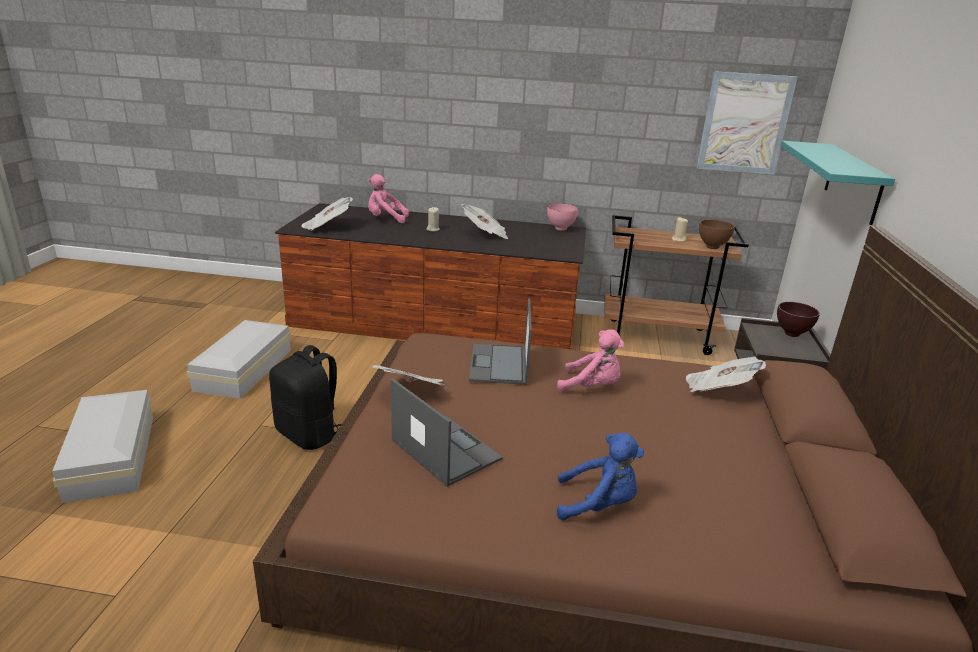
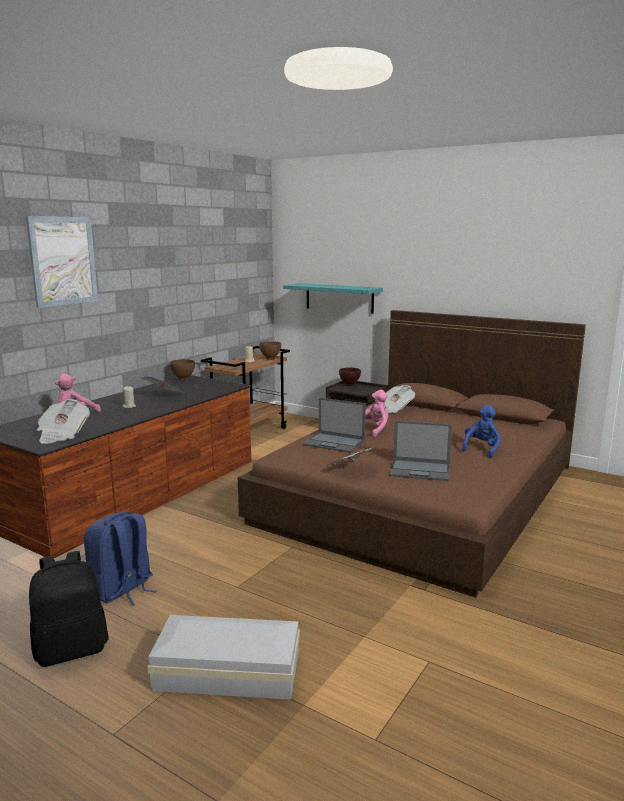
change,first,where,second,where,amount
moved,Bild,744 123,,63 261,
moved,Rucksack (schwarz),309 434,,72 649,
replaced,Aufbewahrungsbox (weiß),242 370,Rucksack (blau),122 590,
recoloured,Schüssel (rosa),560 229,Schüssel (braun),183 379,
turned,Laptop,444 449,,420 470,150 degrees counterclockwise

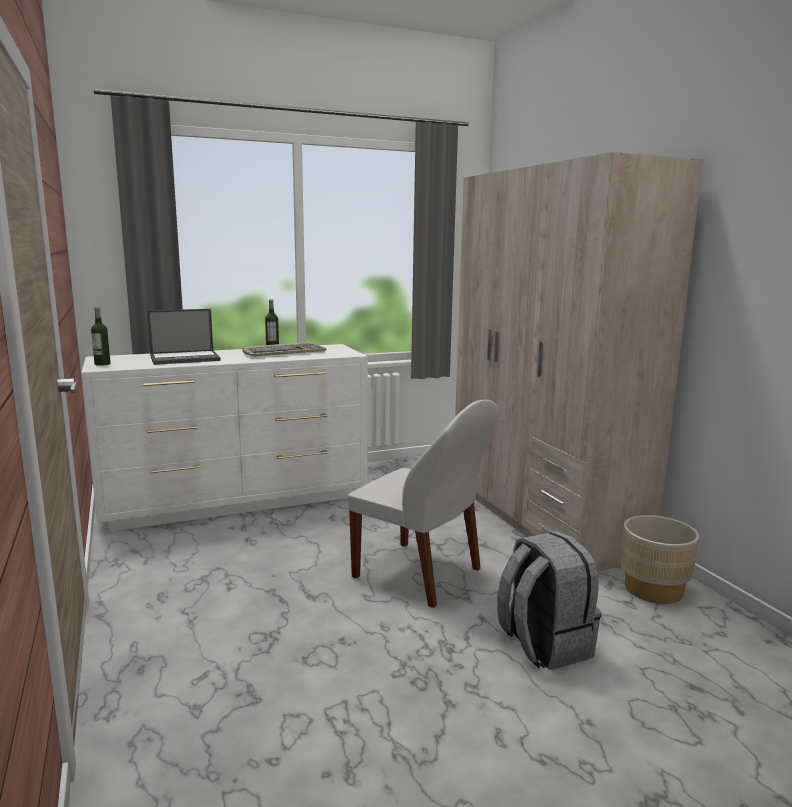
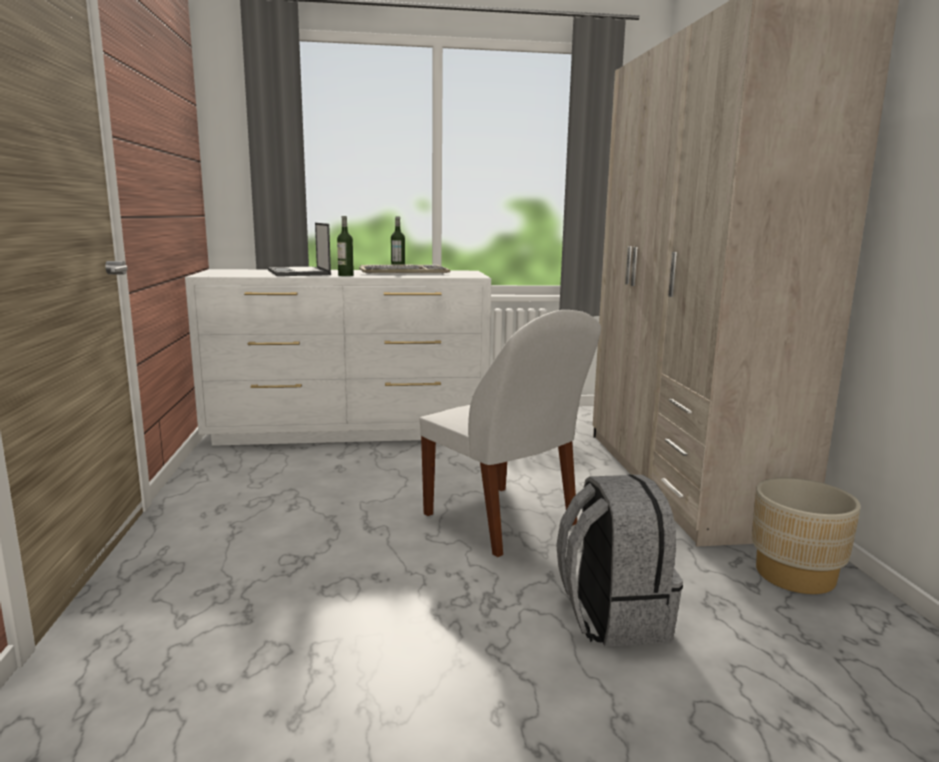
change,first,where,second,where,amount
turned,Laptop,185 358,,299 272,75 degrees clockwise
moved,Flasche,102 364,,345 275,

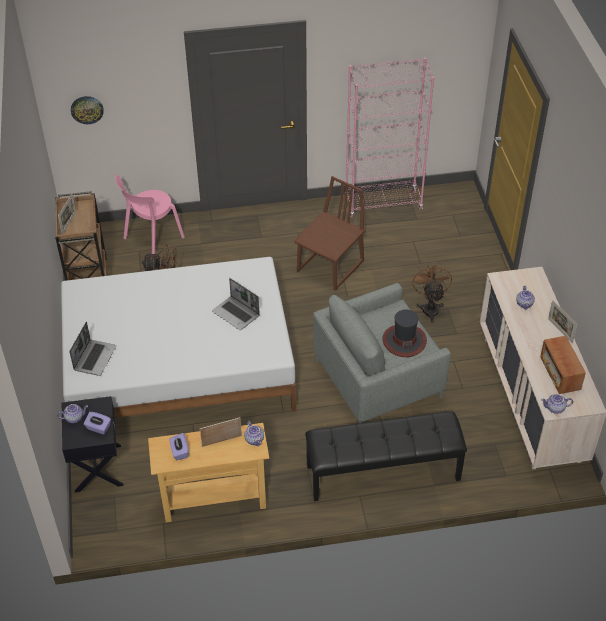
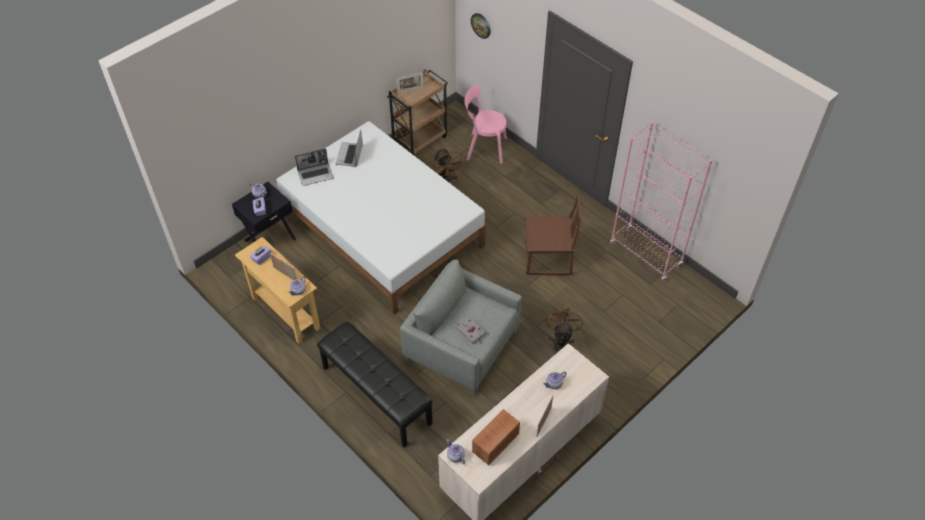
change,first,where,second,where,amount
moved,Laptop,236 314,,350 155,
replaced,Hut,404 340,Buch (grau),471 331,
turned,Ventilator (braun),430 307,,561 341,45 degrees counterclockwise

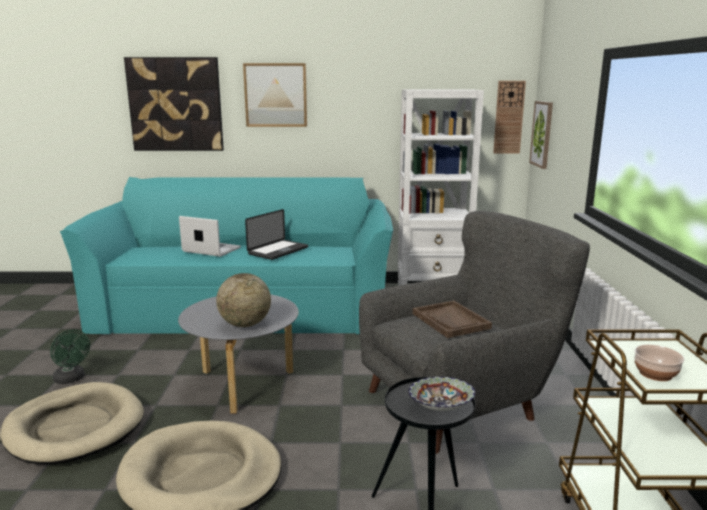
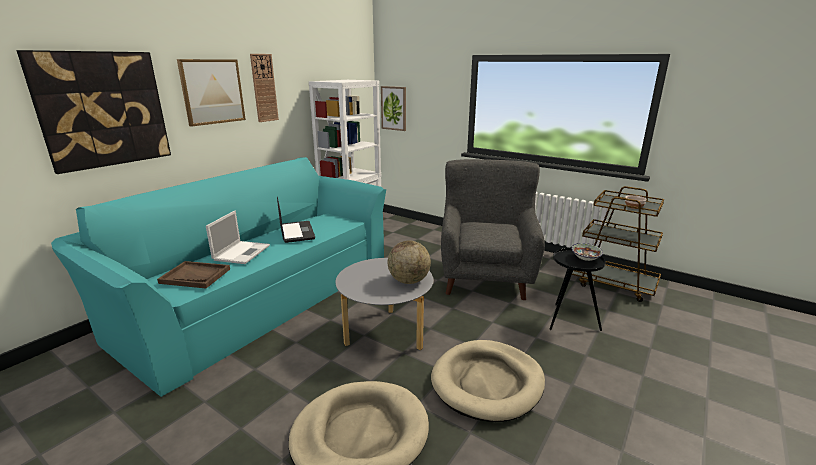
change,first,where,second,where,amount
moved,Tablett (braun),451 321,,195 276,
turned,Laptop,210 249,,242 252,135 degrees clockwise
moved,Wanduhr,509 117,,264 88,
removed,Ventilator (grün),72 379,,,

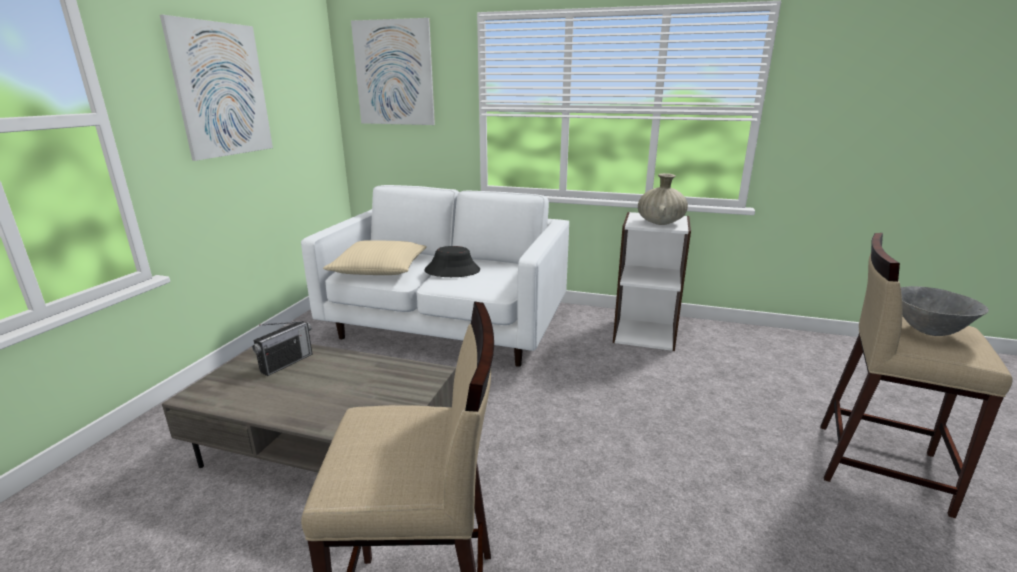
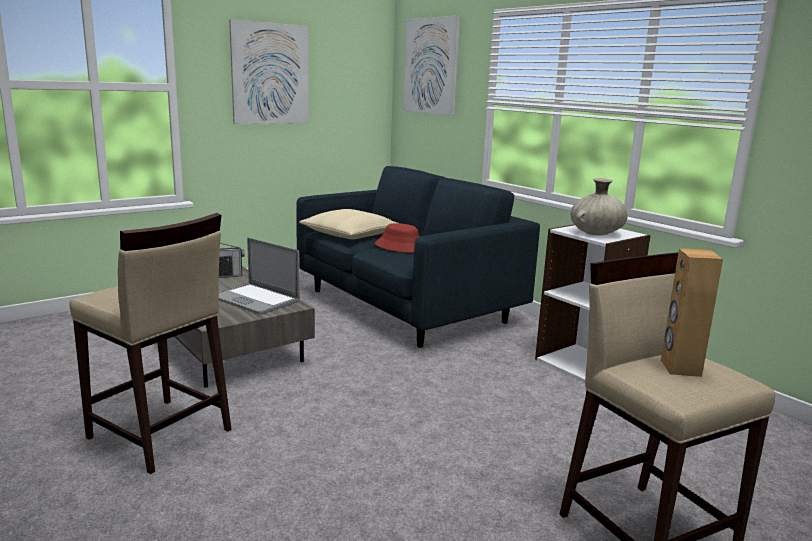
change,first,where,second,where,amount
added,,,Laptop,255 299,
recoloured,Sofa (weiß),447 326,Sofa (blau),405 306,
recoloured,Hut (schwarz),452 270,Hut (rot),400 247,
replaced,Schüssel (grau),928 331,Lautsprecher (braun),680 368,

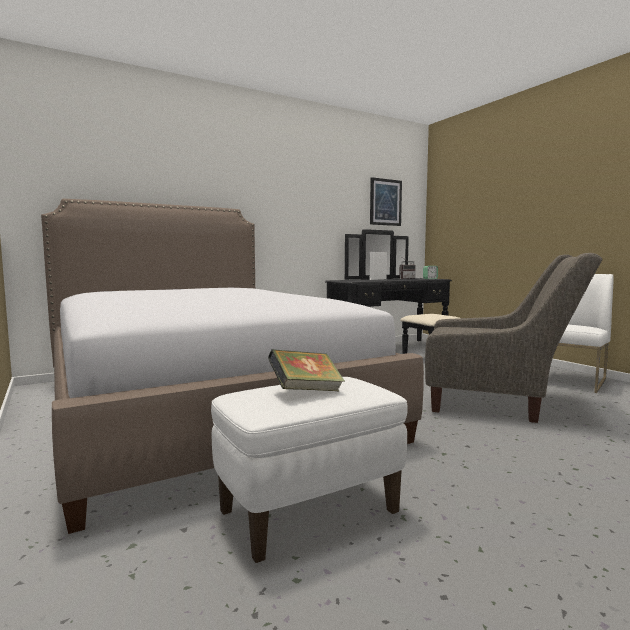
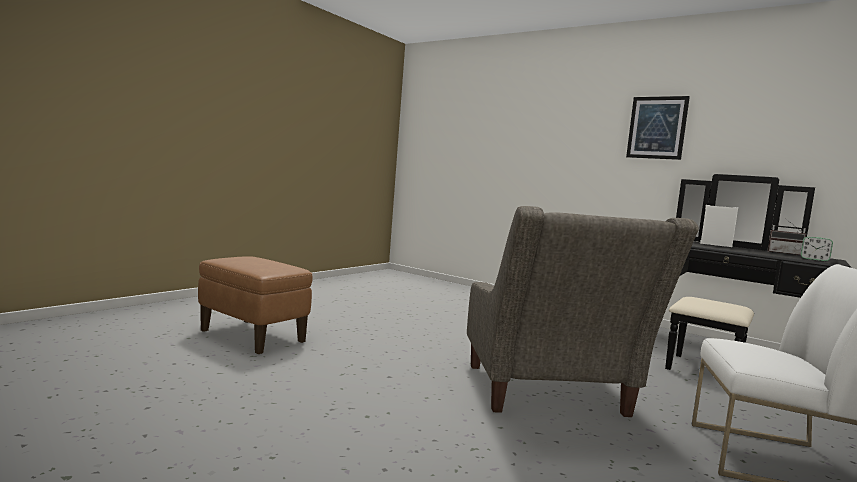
change,first,where,second,where,amount
recoloured,Polsterhocker (weiß),310 512,Polsterhocker (braun),253 336,
moved,Bild,385 202,,657 128,
removed,Bett,202 407,,,
removed,Buch,306 391,,,

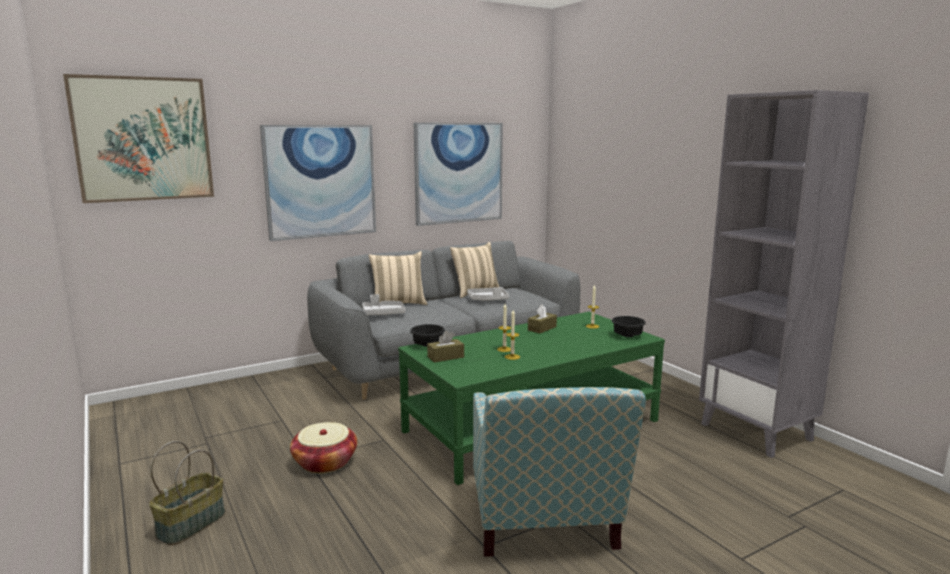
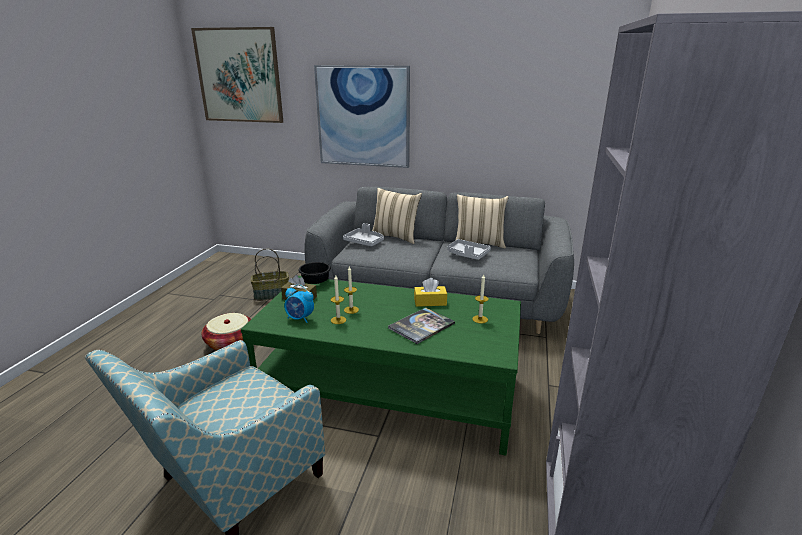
change,first,where,second,where,amount
moved,Korb,191 524,,272 295,
added,,,Wecker,300 318,
added,,,Buch,421 326,
recoloured,Taschentuchbox (braun),542 328,Taschentuchbox (gelb),430 302,
removed,Bild,459 173,,,
removed,Schüssel (schwarz),628 335,,,

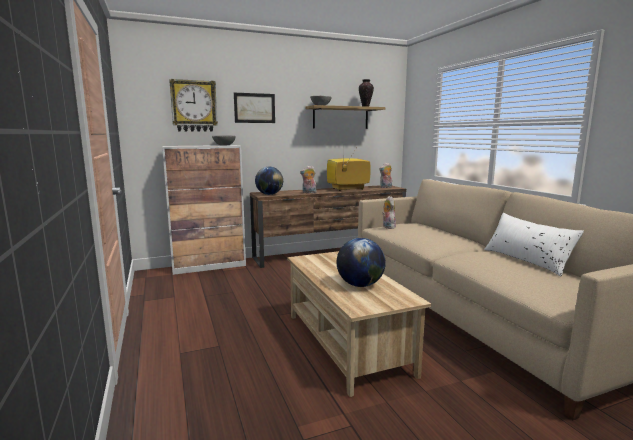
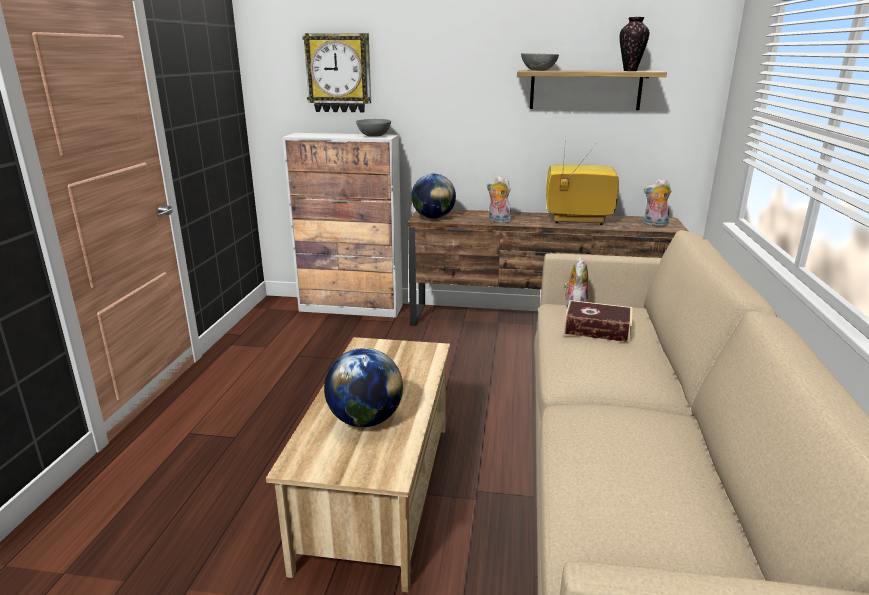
change,first,where,second,where,amount
added,,,Buch,597 329,
removed,Bild,254 108,,,
removed,Kissen (weiß),526 260,,,

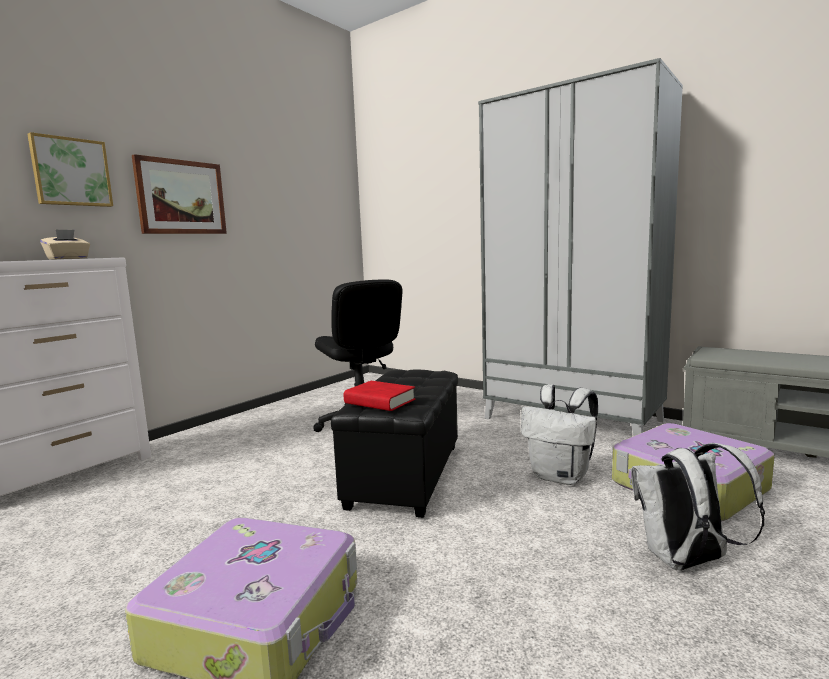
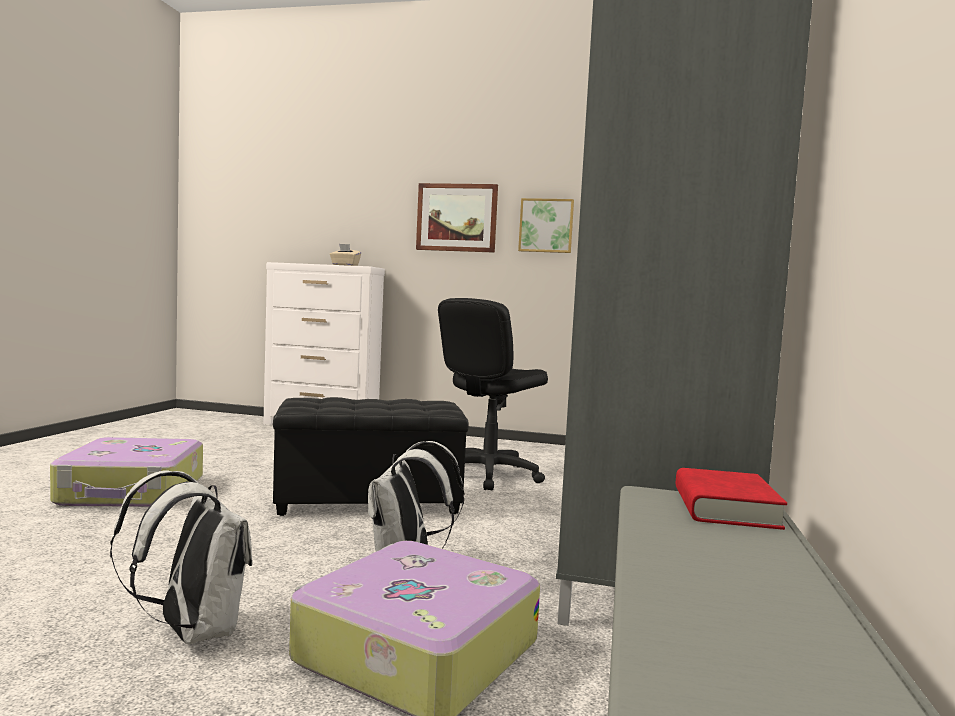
change,first,where,second,where,amount
moved,Bild,71 172,,546 226,
moved,Buch (rot),380 401,,725 508,

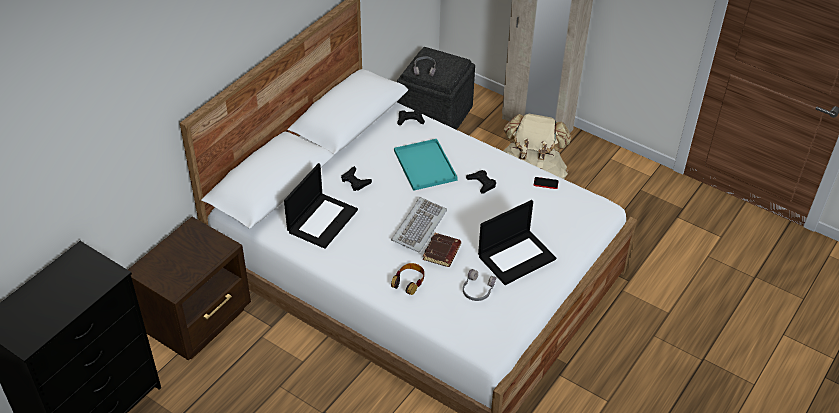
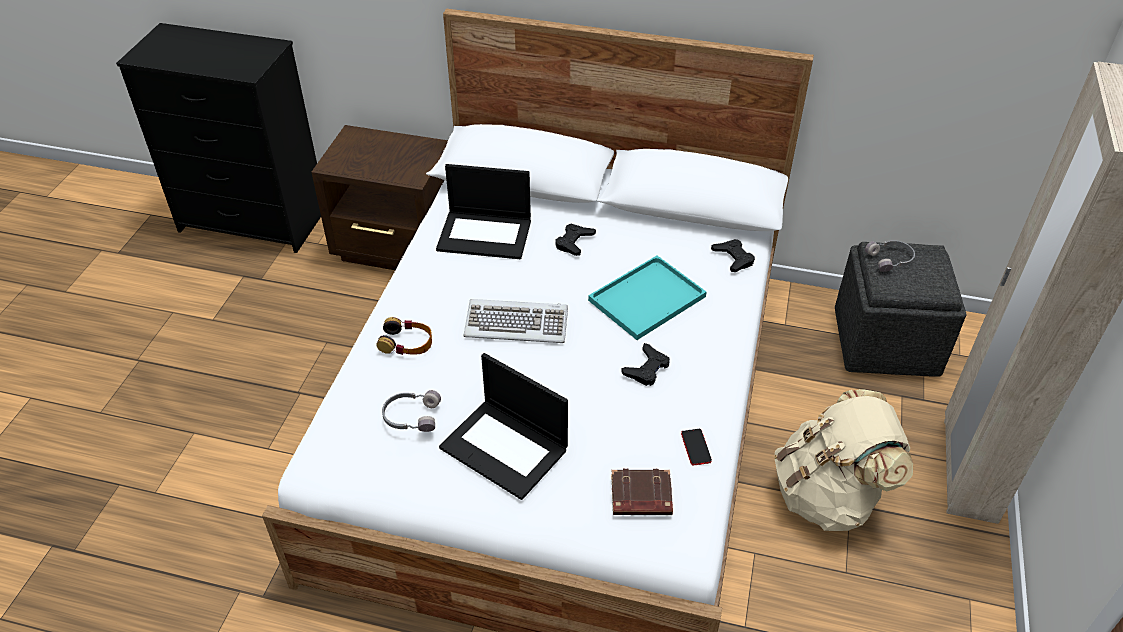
change,first,where,second,where,amount
moved,Buch (braun),442 253,,640 497,

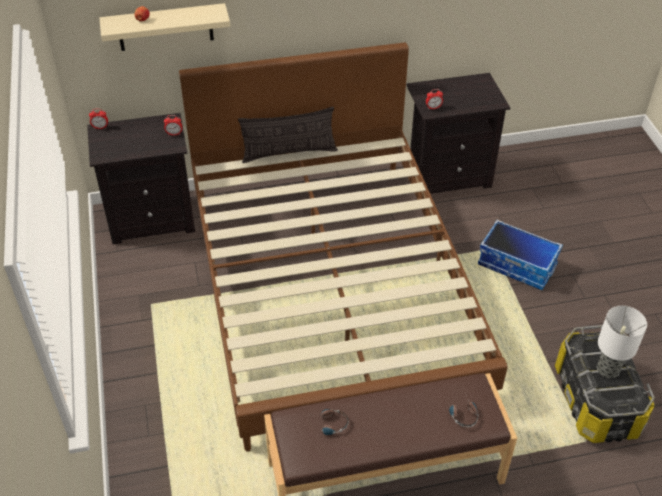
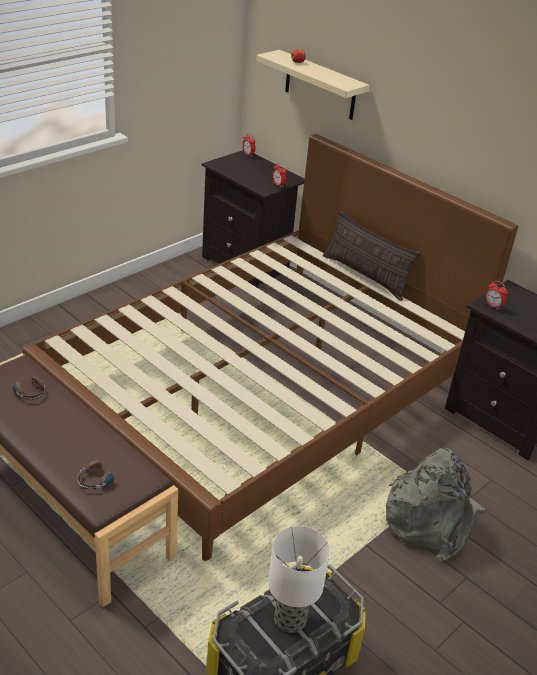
change,first,where,second,where,amount
replaced,Aufbewahrungsbox,517 265,Rucksack (grau),430 520,

